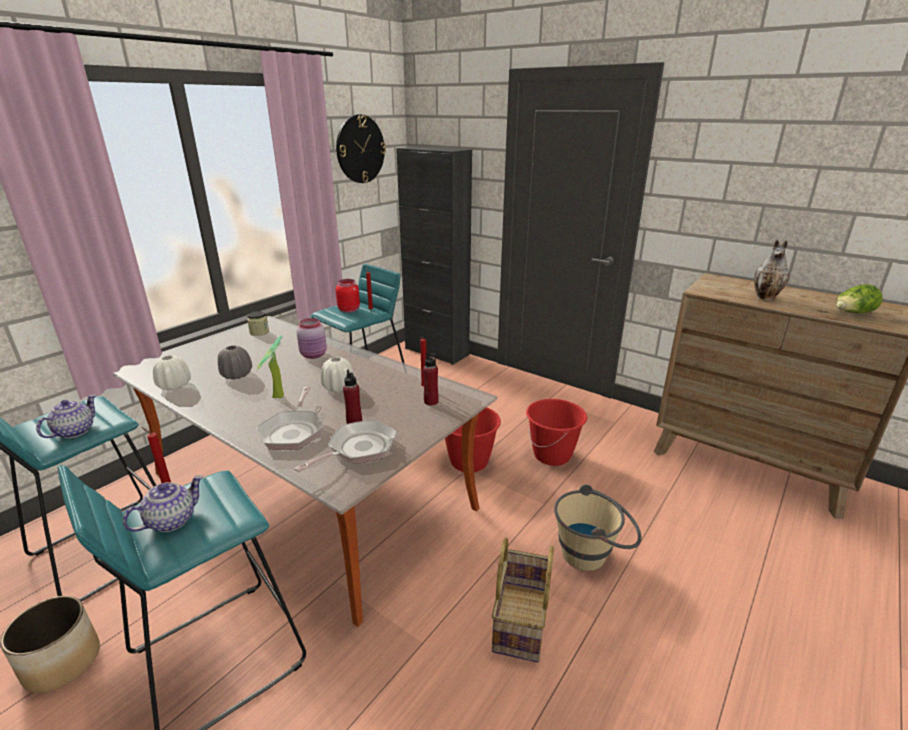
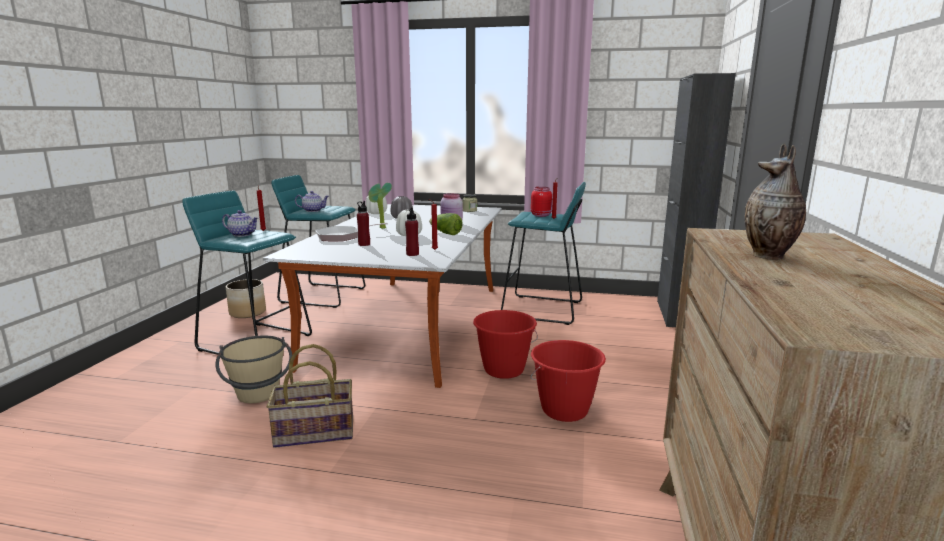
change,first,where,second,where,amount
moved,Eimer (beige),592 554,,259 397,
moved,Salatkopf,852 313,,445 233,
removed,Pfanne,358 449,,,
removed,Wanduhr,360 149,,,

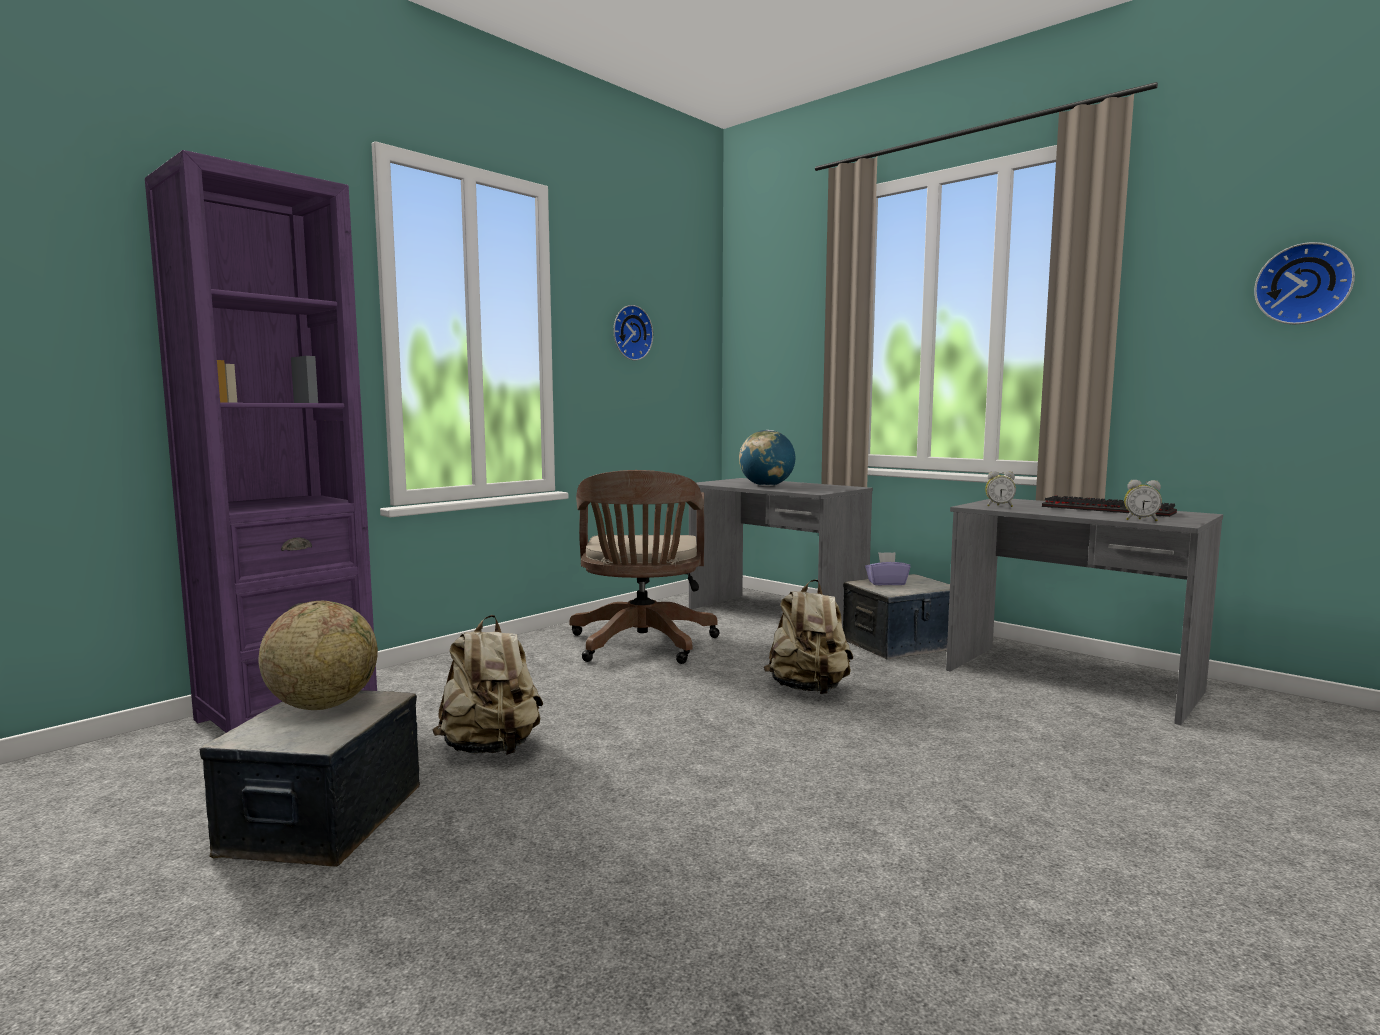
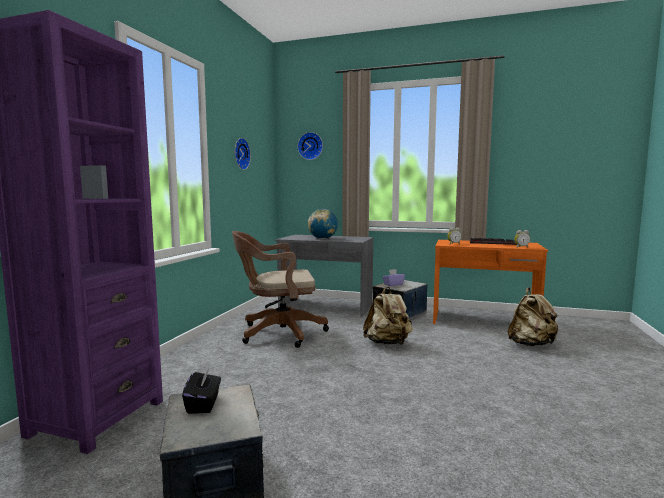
change,first,where,second,where,amount
replaced,Globus,323 705,Taschentuchbox (schwarz),203 404,
turned,Bürostuhl (braun),642 646,,278 333,105 degrees clockwise
moved,Wanduhr,1303 284,,310 146,
recoloured,Schreibtisch (grau),1070 681,Schreibtisch (orange),484 321,
moved,Rucksack (beige),491 749,,531 344,

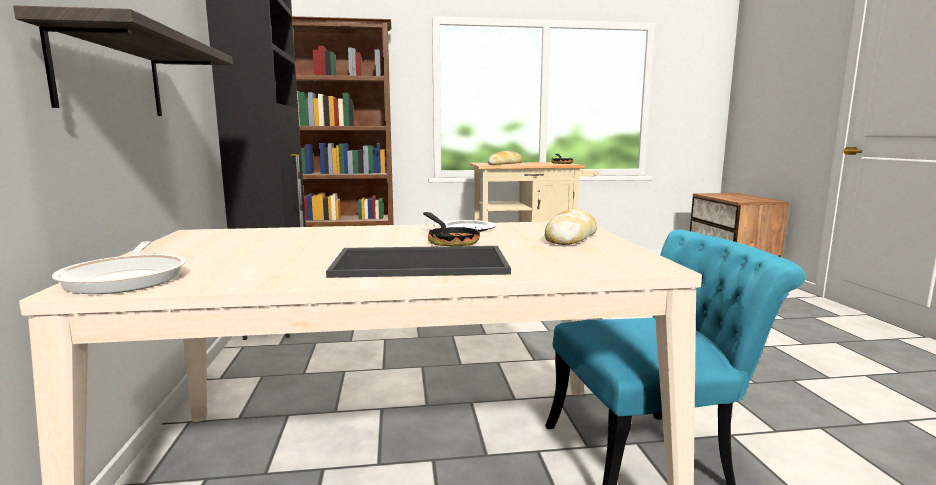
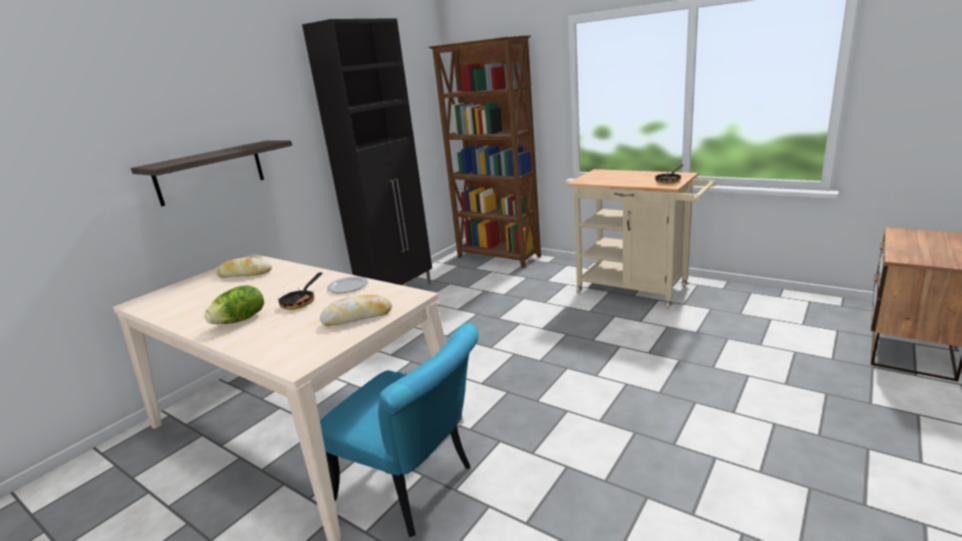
change,first,where,second,where,amount
replaced,Tablett,422 262,Salatkopf,241 320,
moved,Brot,505 164,,245 274,
removed,Pfanne,128 278,,,

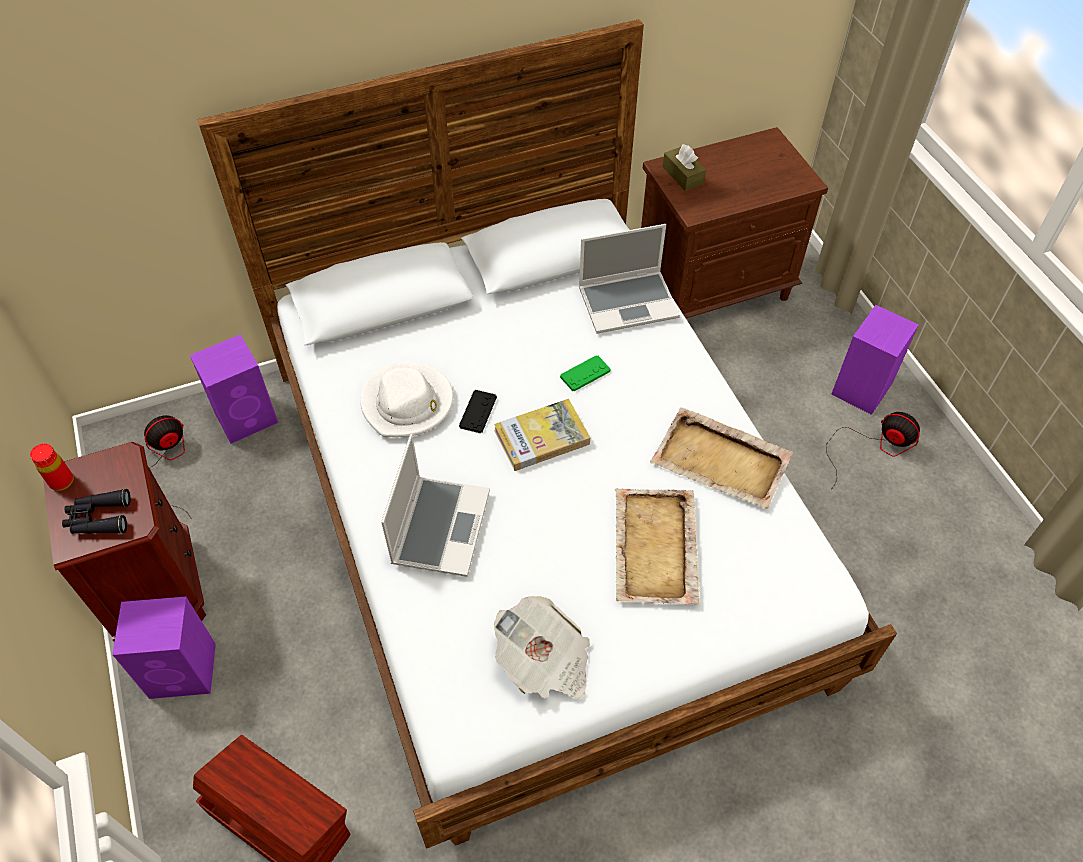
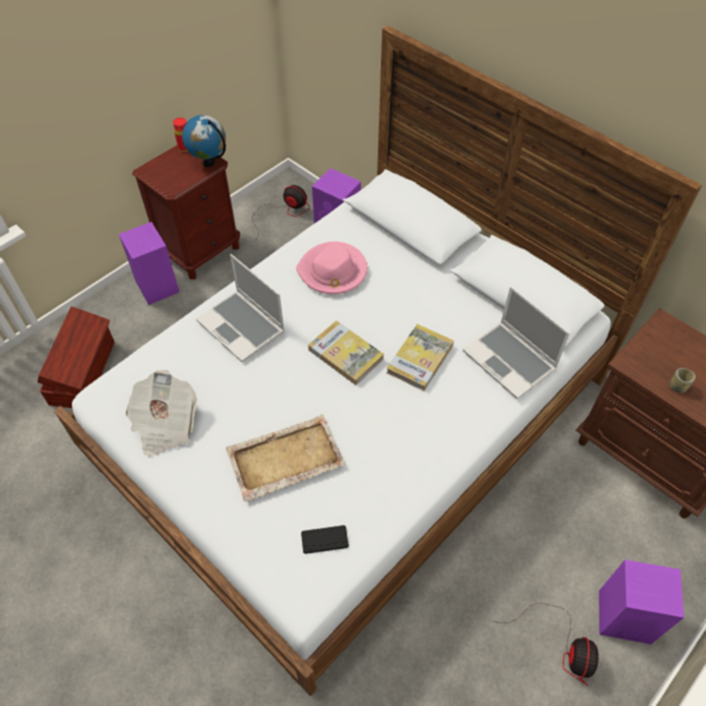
change,first,where,second,where,amount
added,,,Globus,209 162,
turned,Laptop,439 526,,242 327,60 degrees clockwise
recoloured,Hut (weiß),407 403,Hut (rosa),333 271,
moved,Gamepad (schwarz),478 412,,324 540,
replaced,Gamepad (grün),585 374,Buch,420 359,
added,,,Tasse,677 387,
removed,Fernglas (schwarz),98 518,,,
removed,Tablett (beige),722 461,,,
removed,Taschentuchbox (braun),682 175,,,

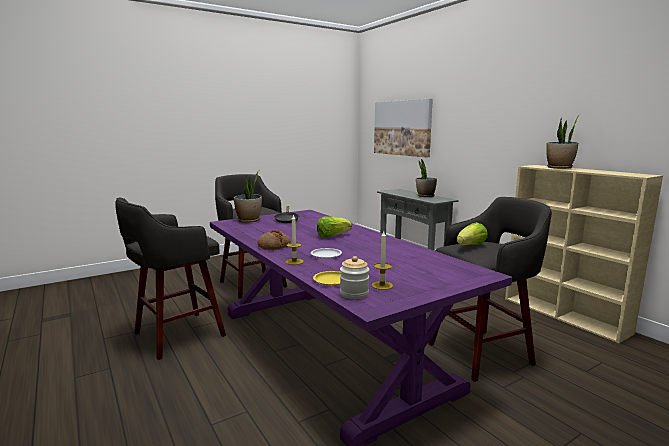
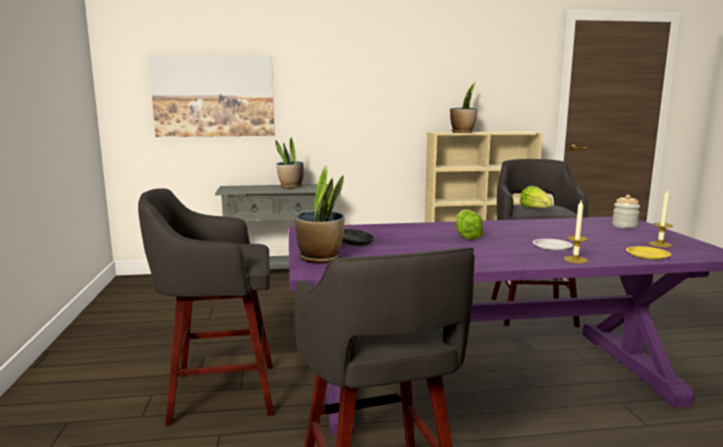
change,first,where,second,where,amount
moved,Vorratsglas,354 294,,624 226,
removed,Brot,274 246,,,

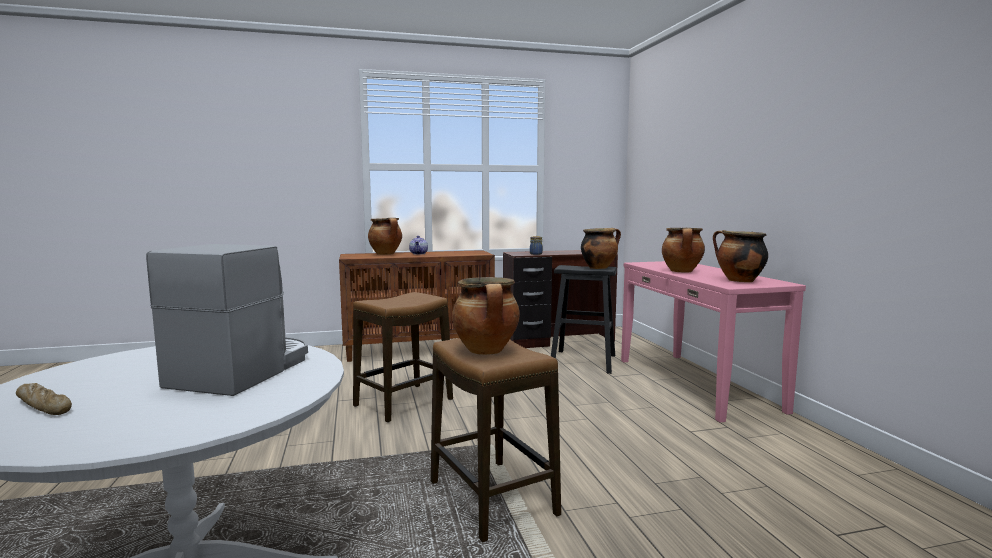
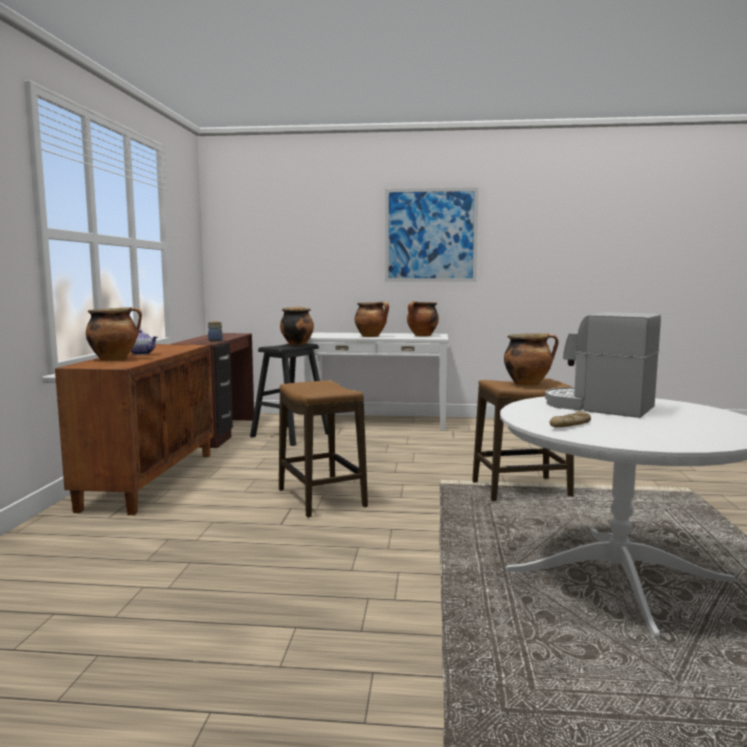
change,first,where,second,where,amount
recoloured,Konsolentisch (rosa),695 383,Konsolentisch (weiß),377 422,
added,,,Bild,431 235,
moved,Brot,44 406,,570 425,

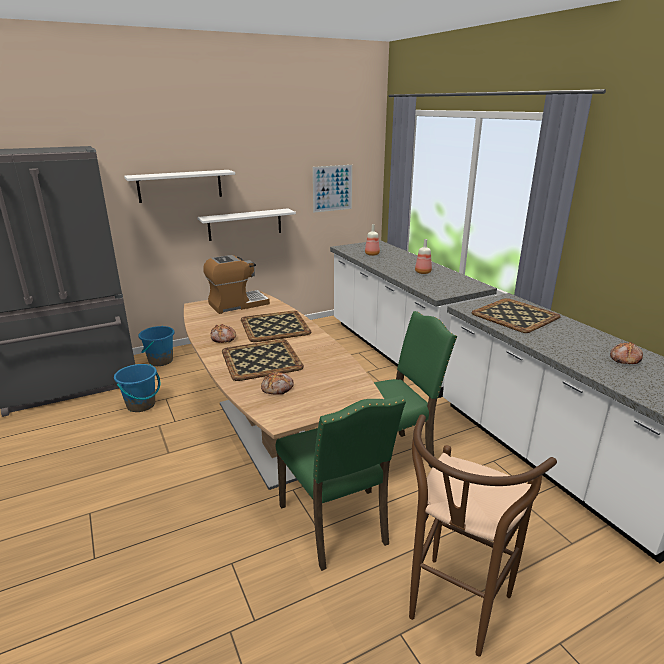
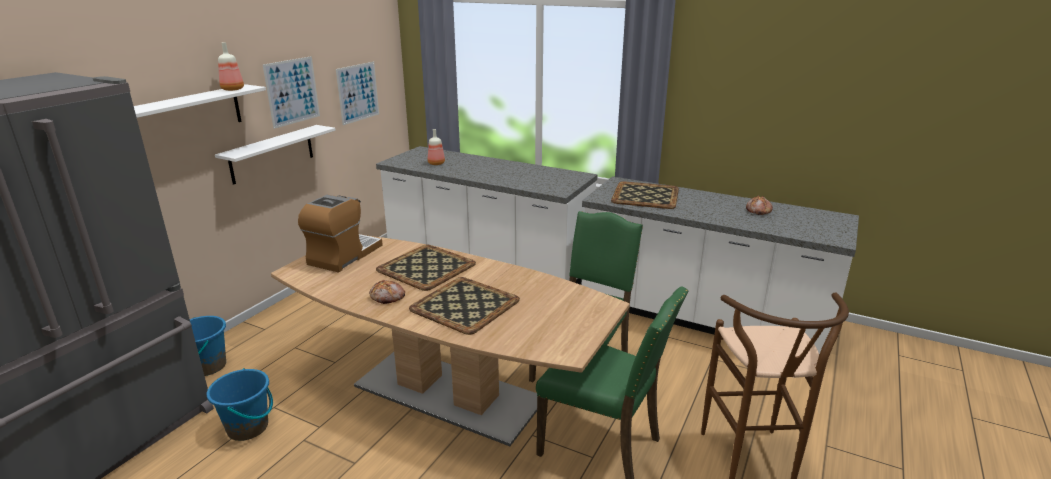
change,first,where,second,where,amount
moved,Flasche,422 272,,232 89,
added,,,Bild,292 91,
removed,Brot,277 388,,,

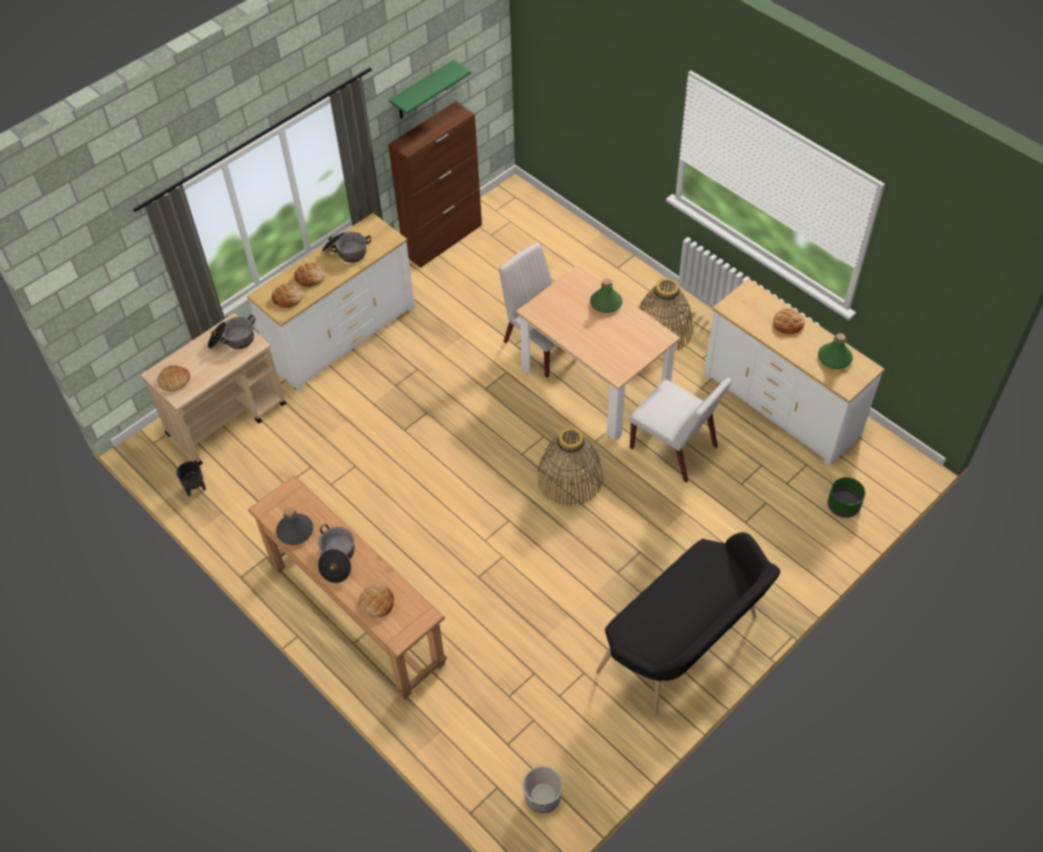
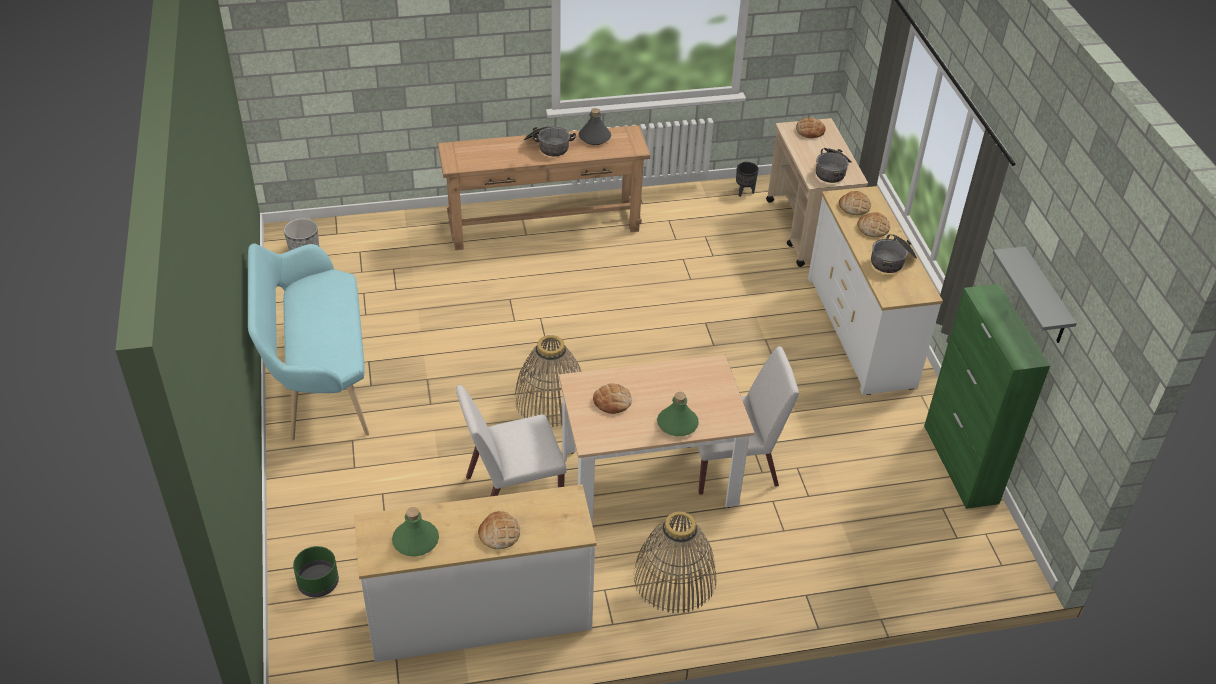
change,first,where,second,where,amount
recoloured,Bank (schwarz),684 647,Bank (türkis),318 381,
moved,Brot,377 602,,612 401,
recoloured,Schrank (braun),443 239,Schrank (grün),960 464,
recoloured,Wandregal (grün),422 91,Wandregal (grau),1045 298,

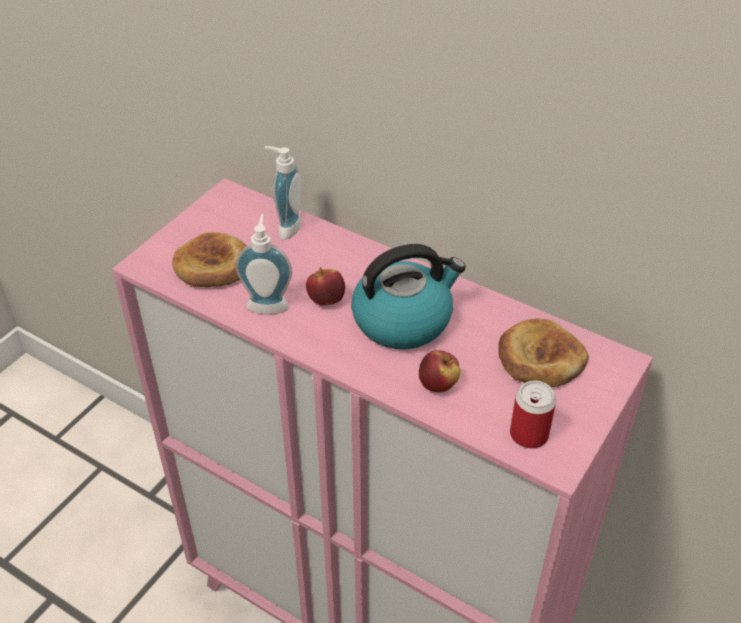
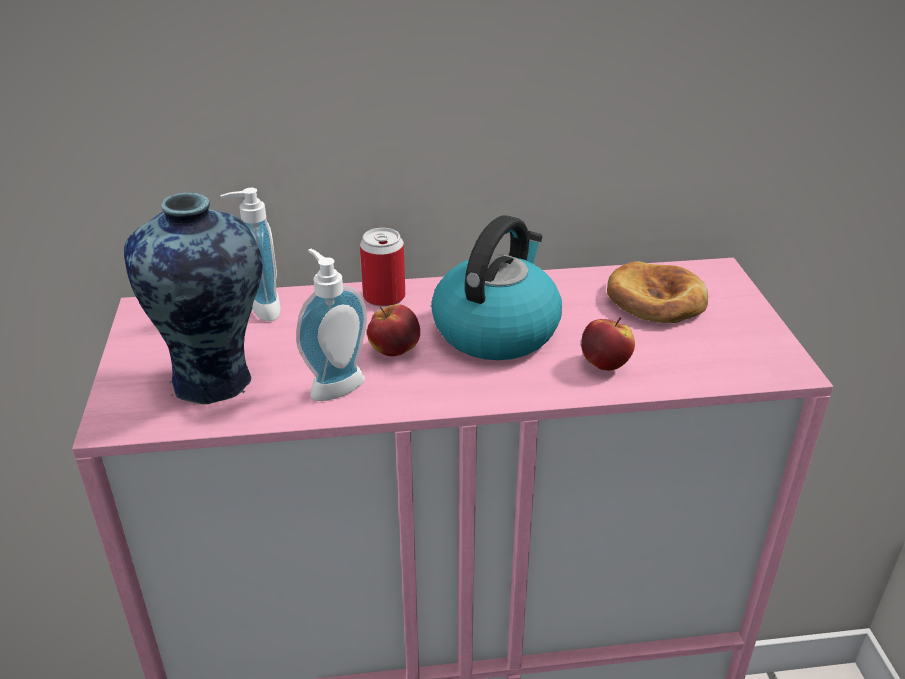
change,first,where,second,where,amount
replaced,Brot,213 265,Vase,216 381,
moved,Dose,529 434,,384 297,

